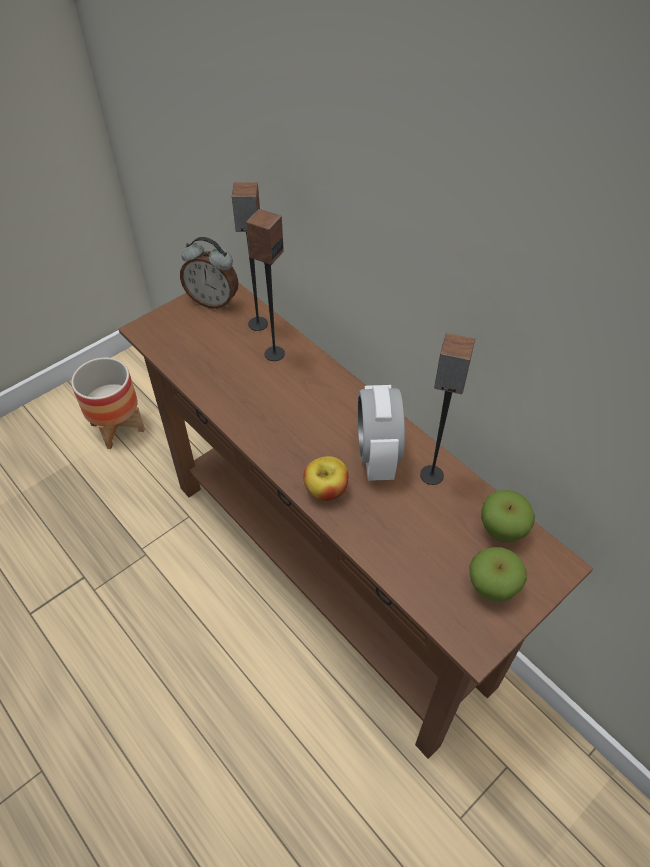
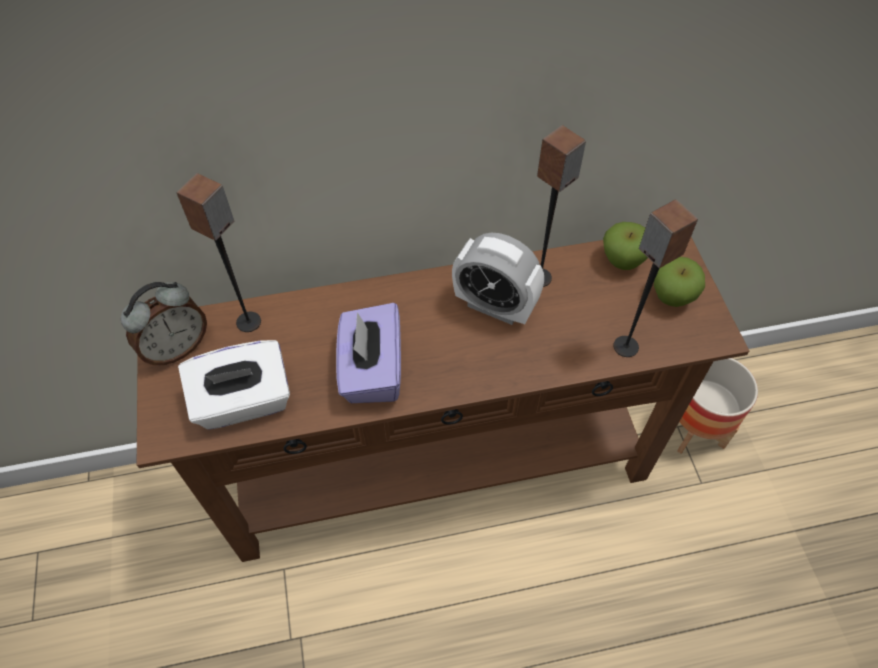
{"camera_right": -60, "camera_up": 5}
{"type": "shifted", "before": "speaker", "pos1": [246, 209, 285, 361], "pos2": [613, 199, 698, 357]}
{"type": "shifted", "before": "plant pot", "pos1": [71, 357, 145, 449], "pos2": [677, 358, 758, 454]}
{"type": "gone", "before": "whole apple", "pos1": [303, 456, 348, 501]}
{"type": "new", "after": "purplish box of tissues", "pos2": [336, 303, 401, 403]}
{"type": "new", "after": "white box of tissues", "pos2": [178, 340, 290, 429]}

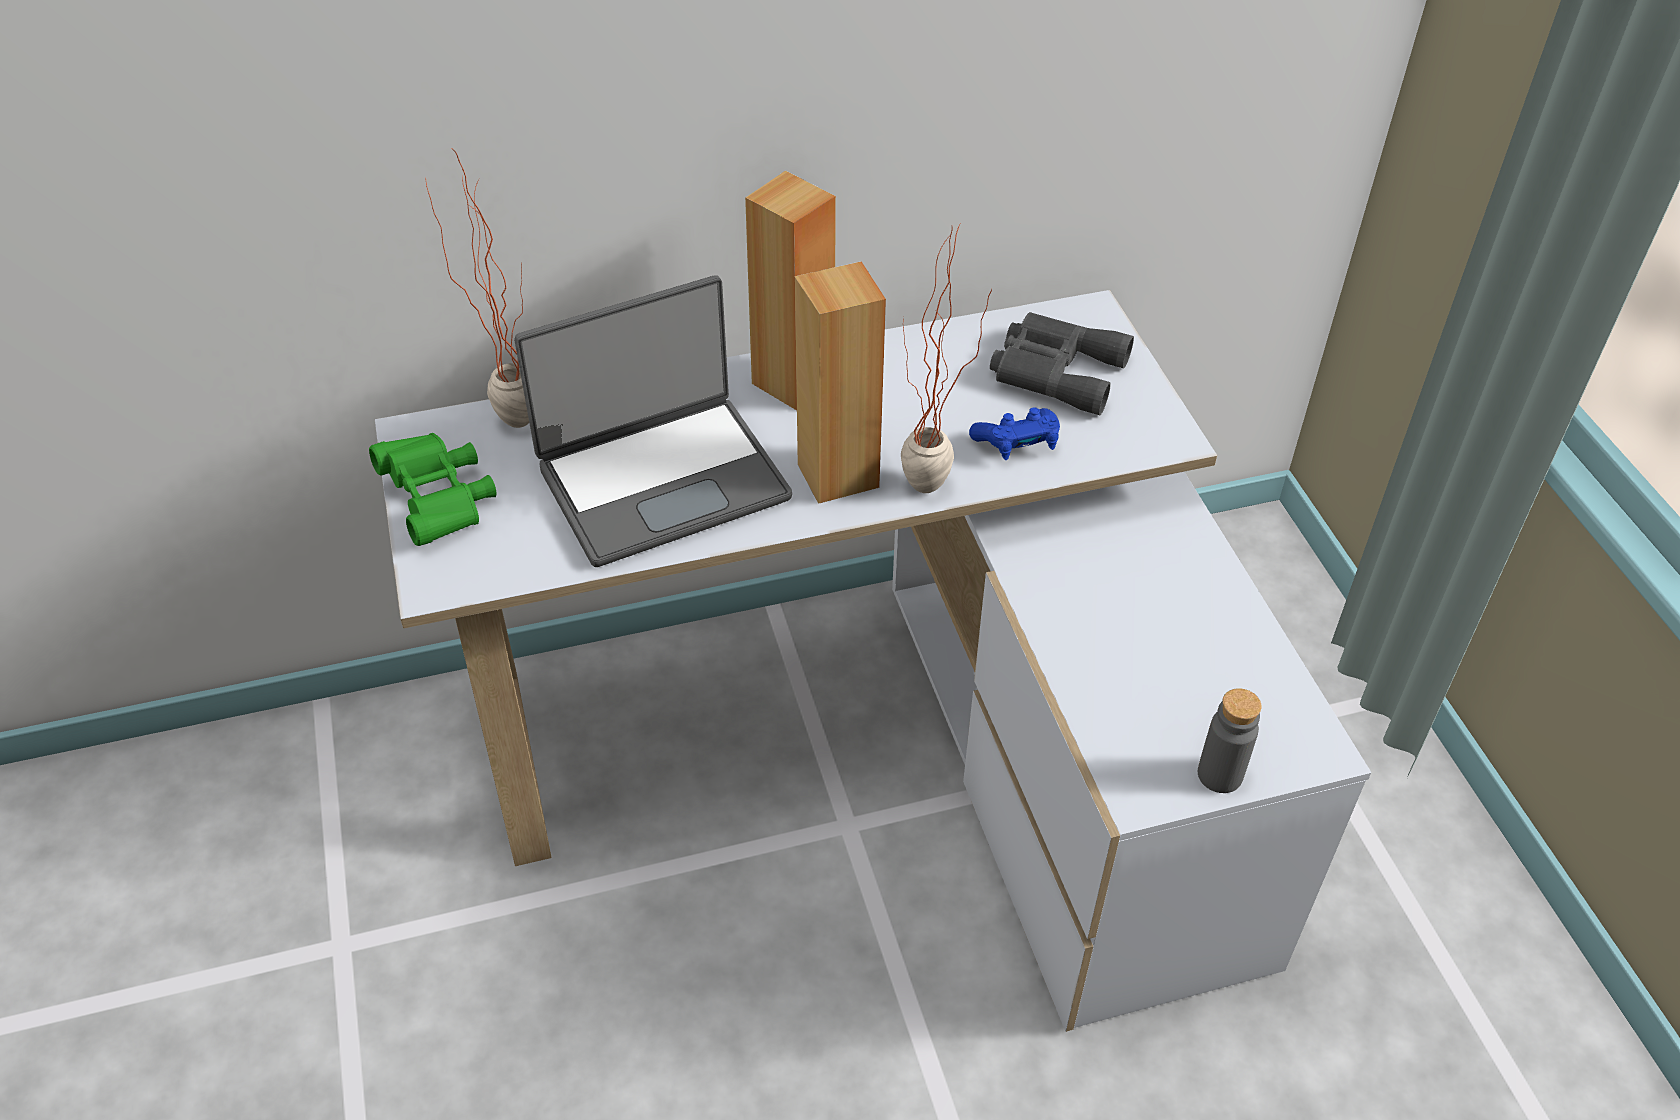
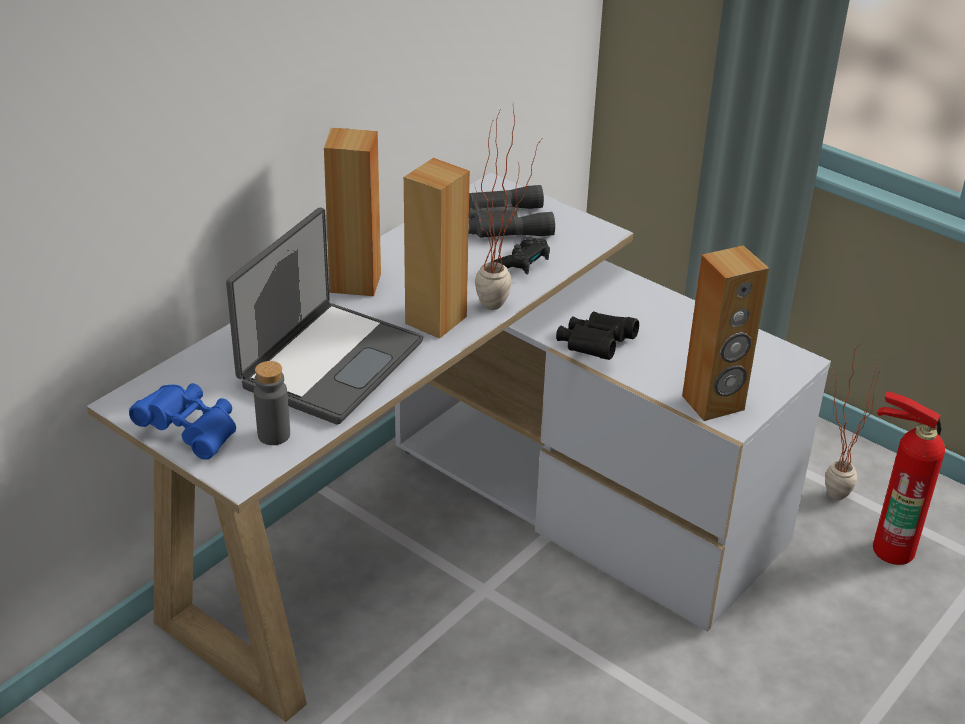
{"camera_right": -35, "camera_up": -10}
{"type": "shifted", "before": "potted plant", "pos1": [426, 149, 529, 428], "pos2": [825, 343, 880, 500]}
{"type": "repainted", "before": "blue-coloured game controller", "after": "blackish game controller", "pos1": [969, 407, 1060, 460], "pos2": [494, 236, 550, 274]}
{"type": "repainted", "before": "green field glasses", "after": "blue-coloured field glasses", "pos1": [369, 433, 497, 546], "pos2": [129, 383, 236, 460]}
{"type": "shifted", "before": "greyish bottle", "pos1": [1198, 688, 1262, 793], "pos2": [254, 361, 290, 445]}
{"type": "new", "after": "brownish speaker", "pos2": [682, 245, 769, 421]}
{"type": "new", "after": "blackish field glasses", "pos2": [556, 311, 639, 360]}
{"type": "new", "after": "fire-fighting cylinder", "pos2": [873, 391, 945, 565]}

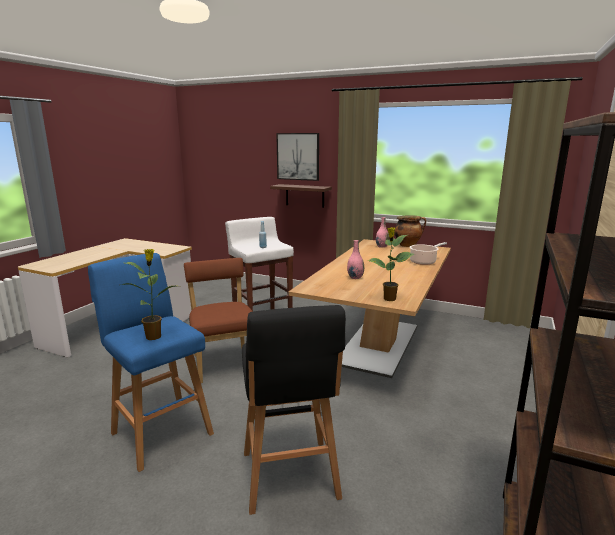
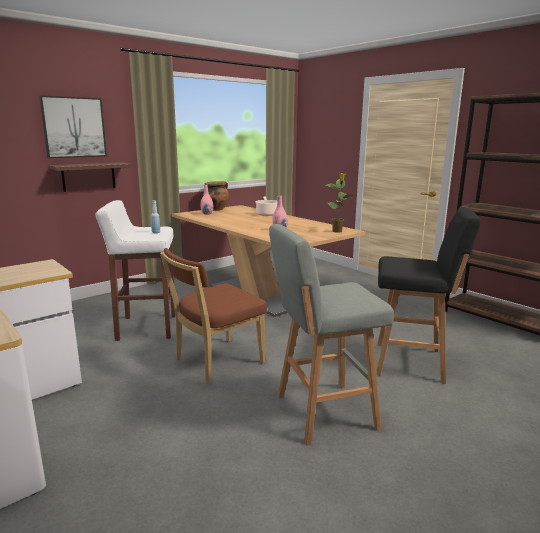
{"camera_right": -65, "camera_up": 0}
{"type": "gone", "before": "potted plant", "pos1": [122, 249, 178, 340]}
{"type": "repainted", "before": "blue-coloured stool seat", "after": "greyish stool seat", "pos1": [88, 253, 214, 472], "pos2": [269, 224, 394, 445]}
{"type": "rotated", "before": "brownish chair", "pos1": [184, 258, 253, 383], "pos2": [160, 248, 267, 383], "turn": -45}

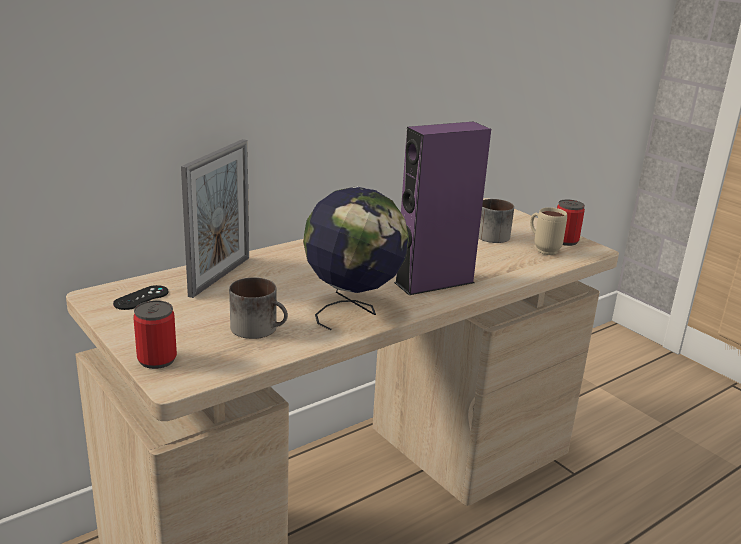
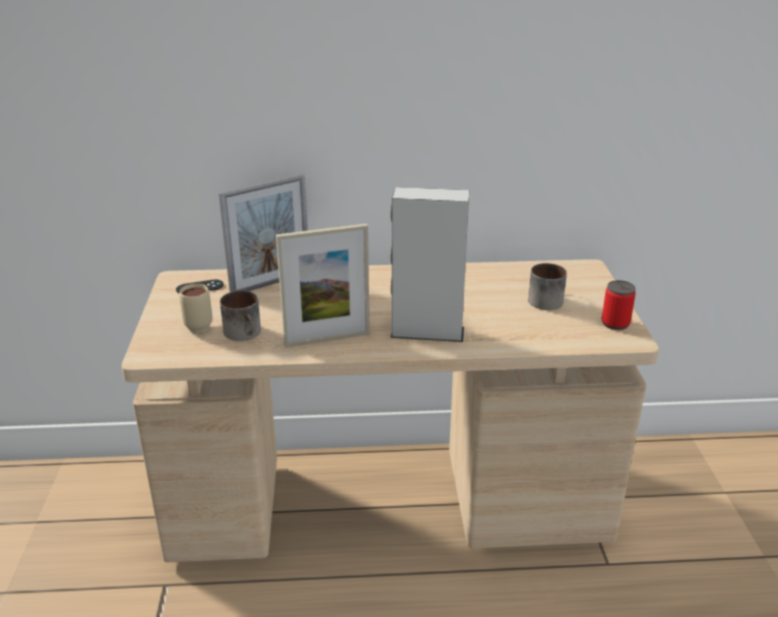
{"camera_right": 35, "camera_up": 5}
{"type": "repainted", "before": "purplish speaker", "after": "greyish speaker", "pos1": [394, 121, 491, 295], "pos2": [390, 187, 469, 342]}
{"type": "swapped", "before": "world globe", "after": "standing frame", "pos1": [303, 186, 409, 330], "pos2": [276, 224, 370, 348]}
{"type": "shifted", "before": "sand-coloured mug", "pos1": [530, 207, 567, 255], "pos2": [179, 284, 213, 333]}
{"type": "gone", "before": "sealed can", "pos1": [133, 300, 177, 369]}

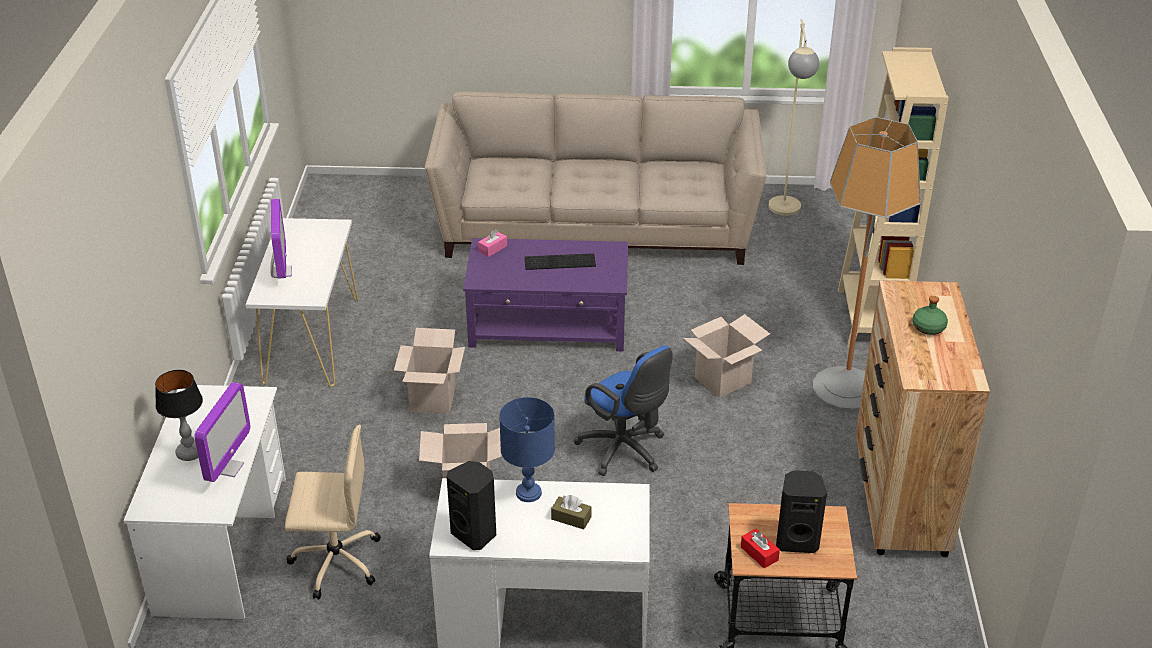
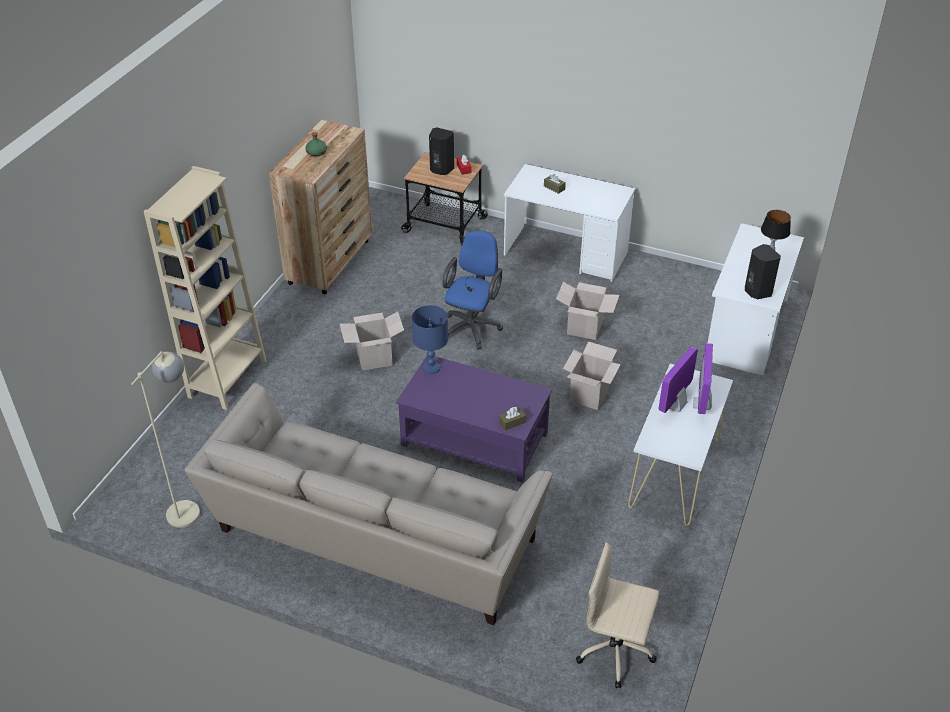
{"camera_right": -160, "camera_up": 5}
{"type": "gone", "before": "floor lamp", "pos1": [812, 117, 921, 412]}
{"type": "repainted", "before": "pink-coloured box of tissues", "after": "brownish box of tissues", "pos1": [478, 229, 507, 257], "pos2": [499, 407, 526, 431]}
{"type": "gone", "before": "computer keyboard", "pos1": [524, 253, 596, 270]}
{"type": "rotated", "before": "blue-coloured office chair", "pos1": [574, 346, 672, 476], "pos2": [442, 231, 503, 350], "turn": 45}
{"type": "shifted", "before": "computer display", "pos1": [195, 382, 250, 482], "pos2": [658, 346, 698, 413]}
{"type": "shifted", "before": "blue-coloured lamp for a table", "pos1": [499, 397, 555, 502], "pos2": [412, 305, 448, 374]}
{"type": "shifted", "before": "sand-coloured office chair", "pos1": [285, 425, 381, 600], "pos2": [576, 542, 659, 688]}
{"type": "shifted", "before": "blackish speaker", "pos1": [447, 461, 496, 550], "pos2": [745, 244, 781, 299]}

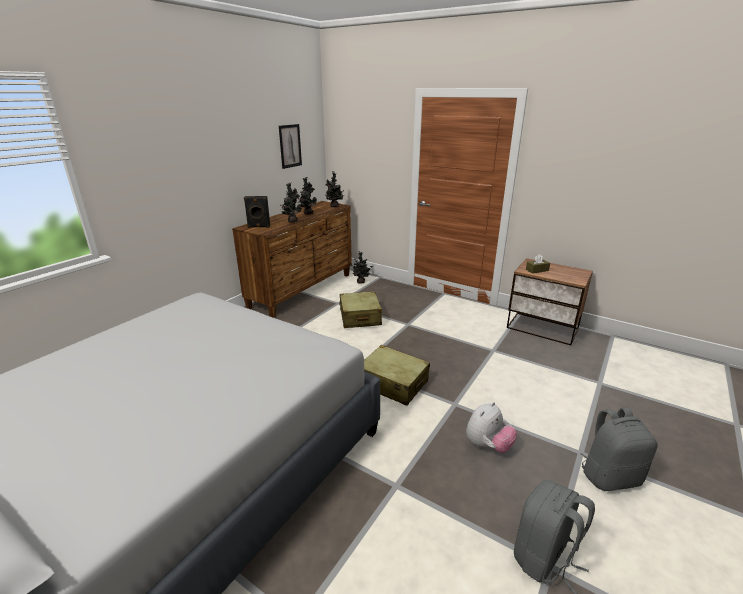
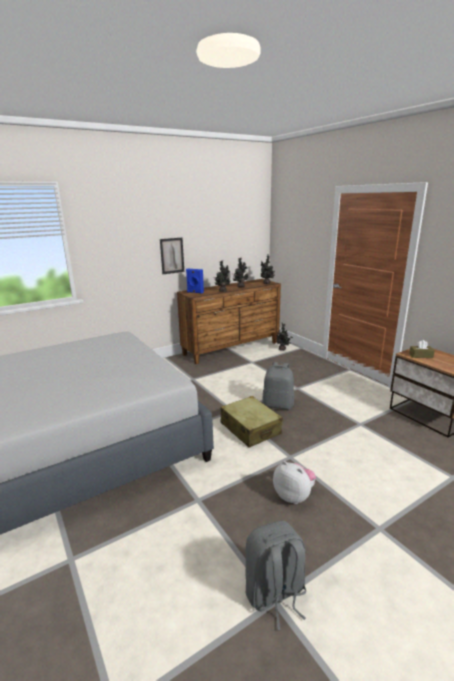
{"camera_right": 25, "camera_up": -5}
{"type": "shifted", "before": "wall art", "pos1": [279, 124, 302, 169], "pos2": [160, 238, 184, 274]}
{"type": "repainted", "before": "blackish speaker", "after": "blue-coloured speaker", "pos1": [244, 196, 270, 228], "pos2": [186, 269, 204, 294]}
{"type": "gone", "before": "sand-coloured travel case", "pos1": [339, 291, 382, 328]}
{"type": "rotated", "before": "soft toy", "pos1": [466, 402, 517, 453], "pos2": [273, 461, 316, 504], "turn": -120}
{"type": "shifted", "before": "greyish backpack", "pos1": [581, 407, 658, 491], "pos2": [262, 362, 294, 410]}

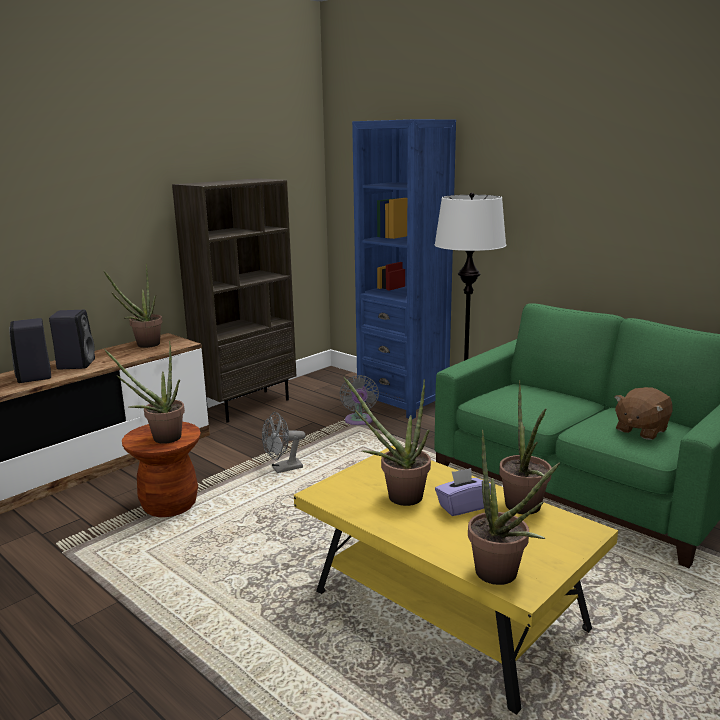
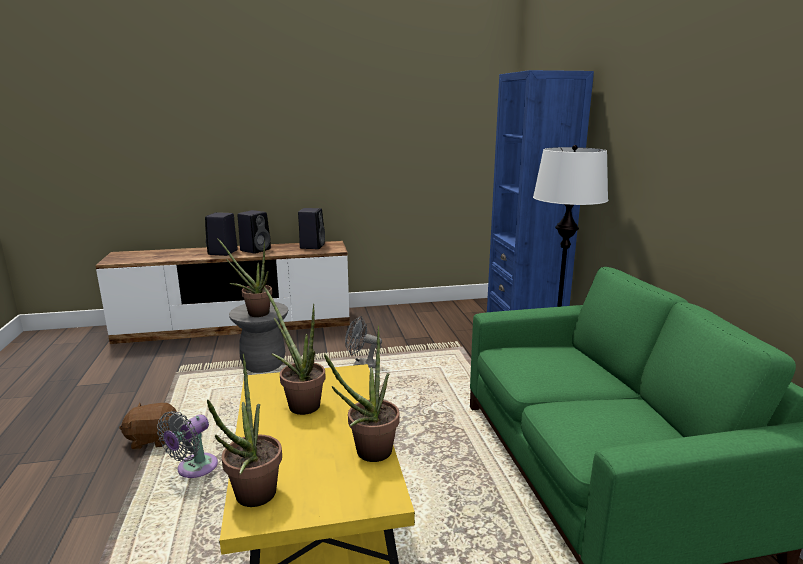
{"camera_right": 35, "camera_up": 0}
{"type": "gone", "before": "brownish shelving unit", "pos1": [172, 178, 296, 423]}
{"type": "swapped", "before": "potted plant", "after": "blackish speaker", "pos1": [103, 264, 163, 348], "pos2": [298, 208, 325, 249]}
{"type": "shifted", "before": "greyish fan", "pos1": [340, 375, 379, 425], "pos2": [157, 411, 218, 478]}
{"type": "shifted", "before": "brownish soft toy", "pos1": [615, 387, 672, 440], "pos2": [119, 403, 177, 450]}
{"type": "repainted", "before": "brownish stool seat", "after": "greyish stool seat", "pos1": [122, 422, 201, 517], "pos2": [229, 302, 288, 373]}
{"type": "gone", "before": "purplish box of tissues", "pos1": [435, 468, 491, 516]}

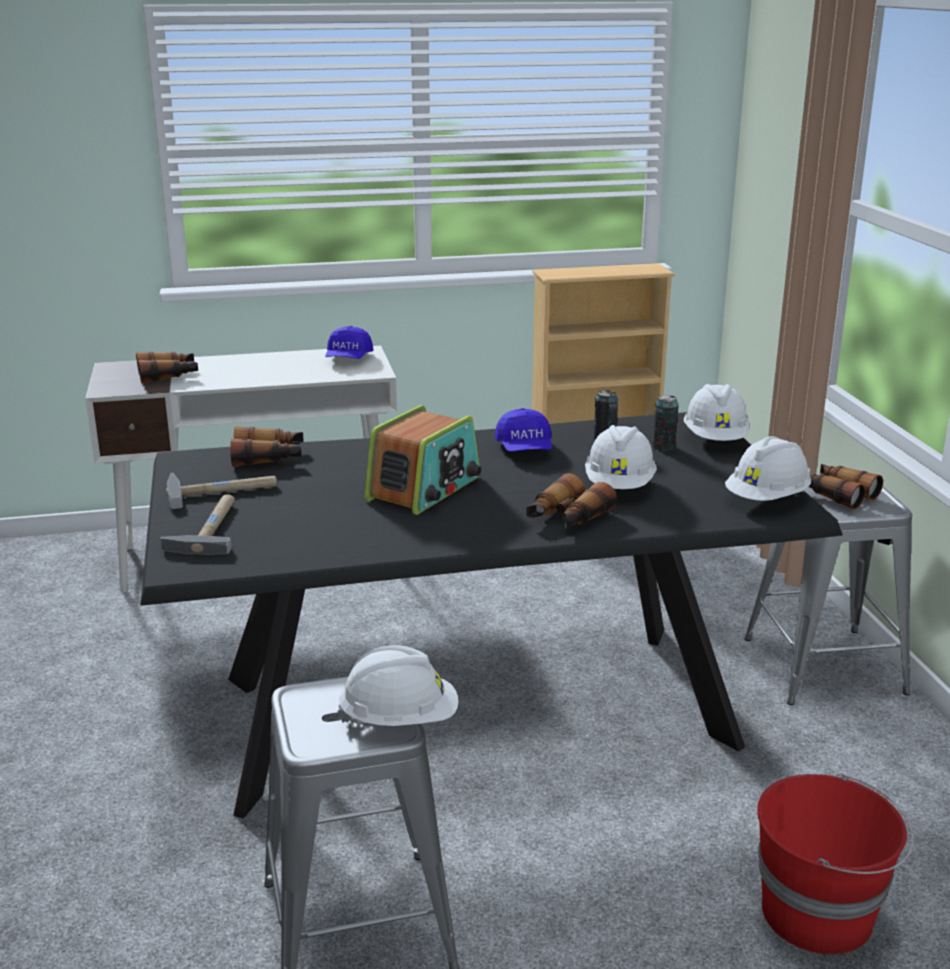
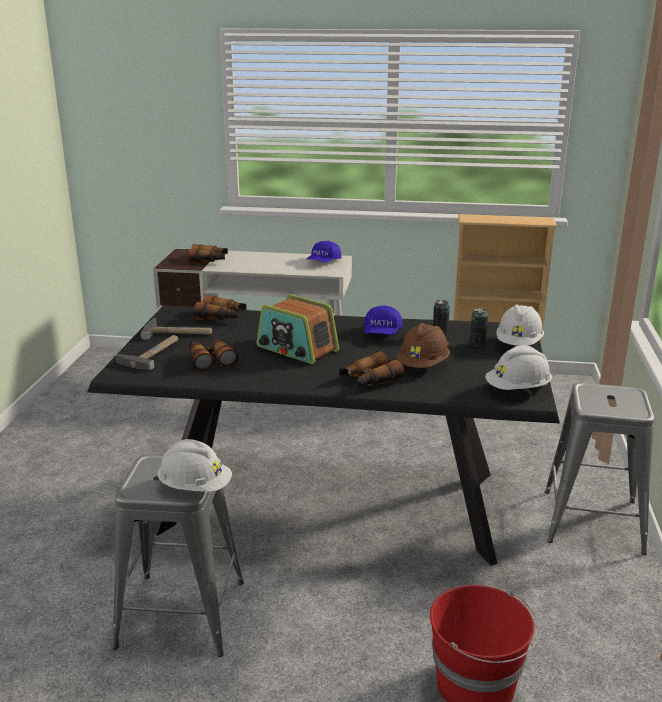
{"camera_right": 20, "camera_up": 0}
{"type": "rotated", "before": "radio set", "pos1": [364, 405, 481, 515], "pos2": [256, 294, 339, 364], "turn": 75}
{"type": "repainted", "before": "white work helmet", "after": "brownish work helmet", "pos1": [585, 425, 657, 489], "pos2": [396, 323, 450, 368]}
{"type": "shifted", "before": "field glasses", "pos1": [809, 464, 883, 510], "pos2": [188, 337, 239, 372]}

